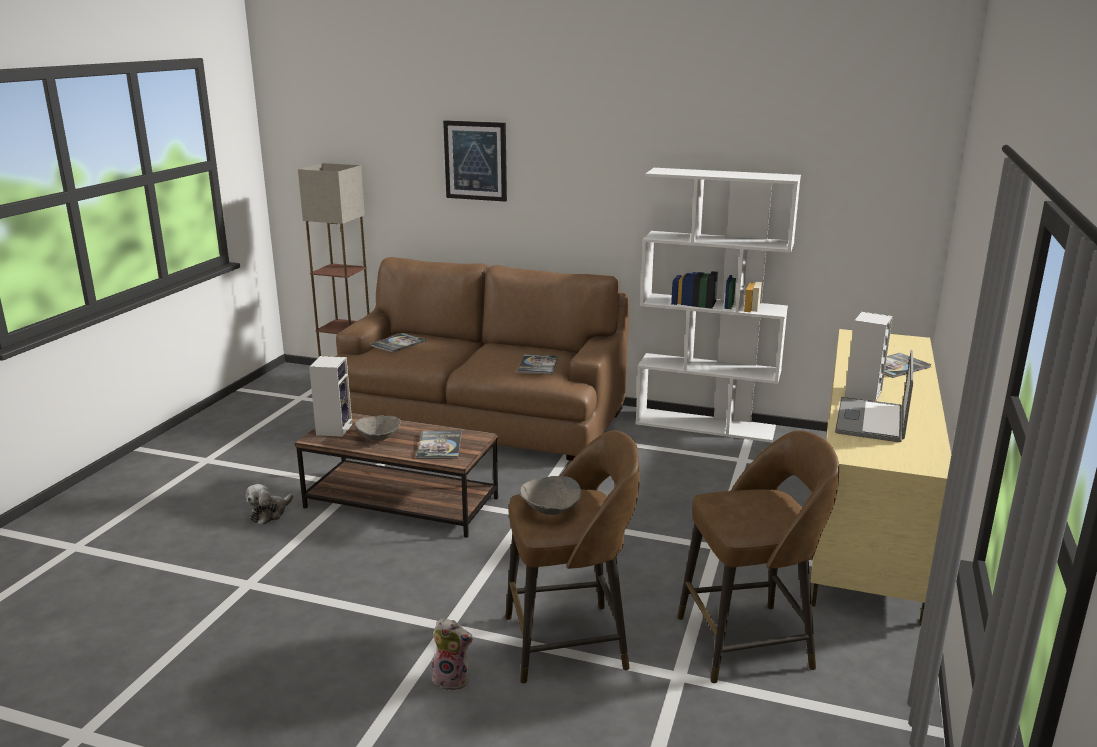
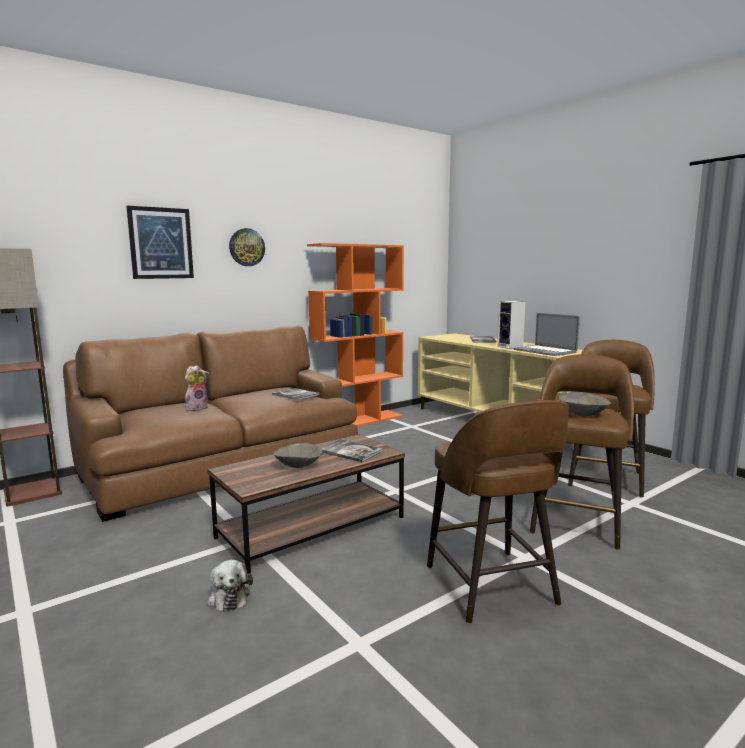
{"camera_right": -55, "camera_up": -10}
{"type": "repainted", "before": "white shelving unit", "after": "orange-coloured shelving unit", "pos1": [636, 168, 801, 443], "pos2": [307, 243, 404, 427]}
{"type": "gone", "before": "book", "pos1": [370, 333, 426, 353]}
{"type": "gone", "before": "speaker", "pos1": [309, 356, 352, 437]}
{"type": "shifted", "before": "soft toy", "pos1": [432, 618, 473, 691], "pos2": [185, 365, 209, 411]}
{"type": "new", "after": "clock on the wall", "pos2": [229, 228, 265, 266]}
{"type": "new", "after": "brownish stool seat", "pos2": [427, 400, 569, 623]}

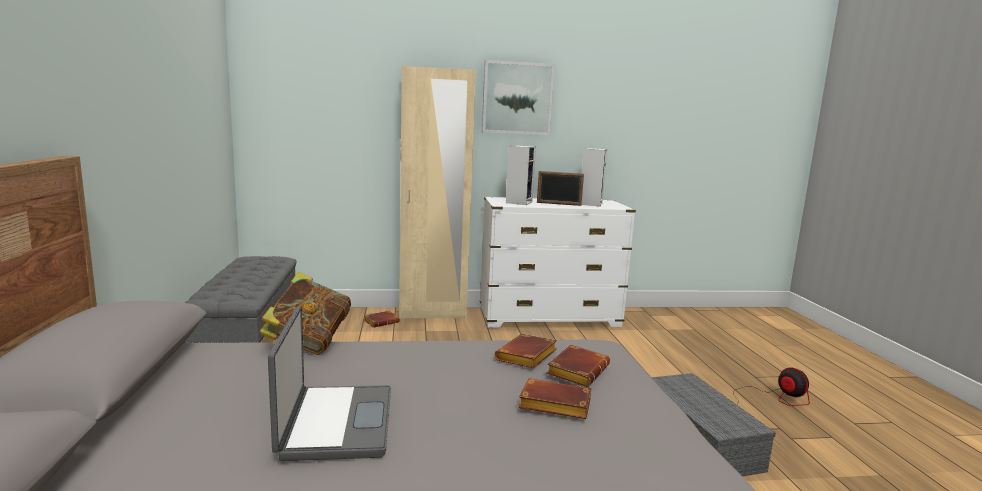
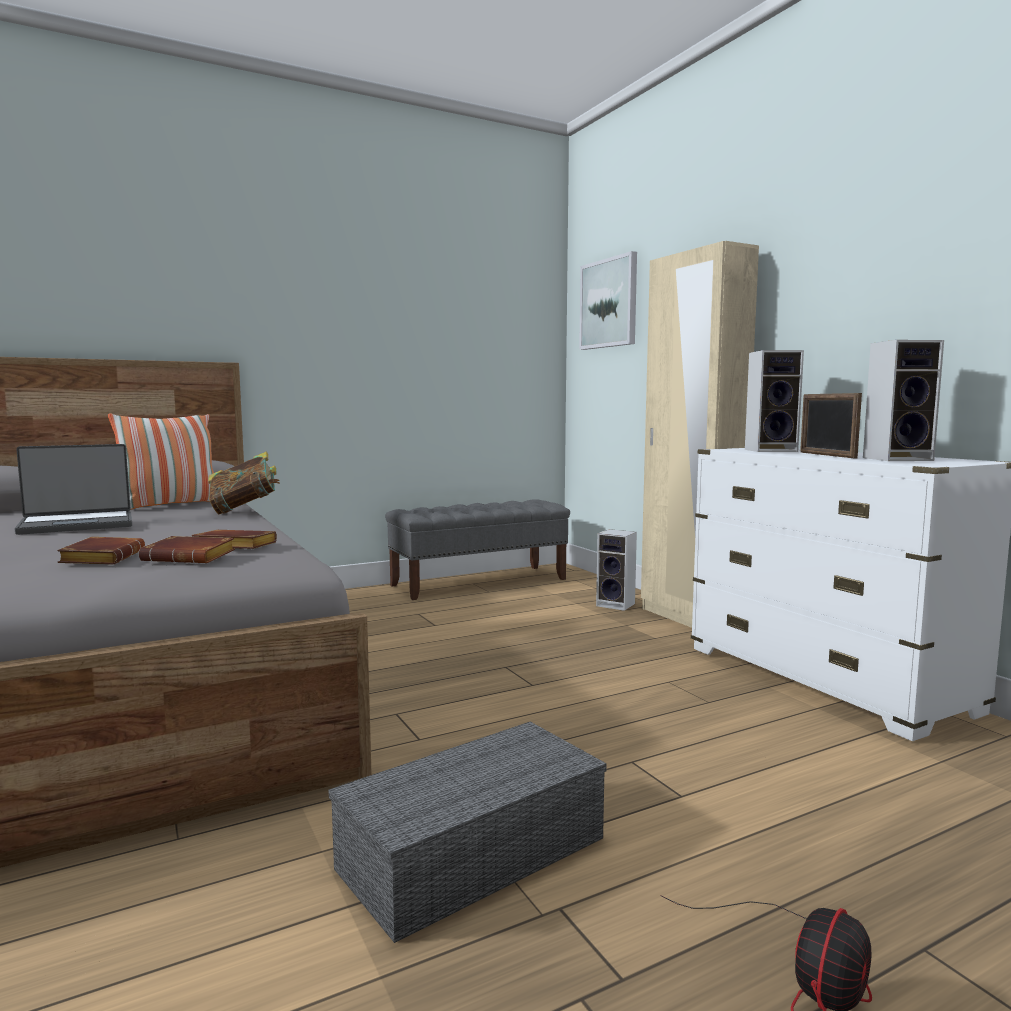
{"camera_right": 70, "camera_up": -5}
{"type": "shifted", "before": "wall art", "pos1": [482, 60, 555, 135], "pos2": [579, 251, 637, 350]}
{"type": "swapped", "before": "brownish book", "after": "speaker", "pos1": [364, 311, 400, 328], "pos2": [596, 529, 637, 611]}
{"type": "new", "after": "pillow", "pos2": [108, 414, 214, 510]}

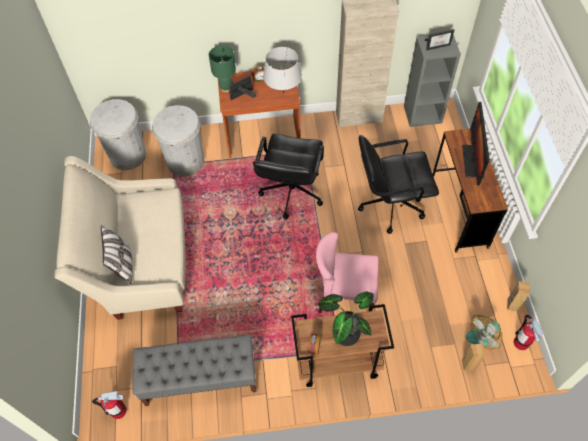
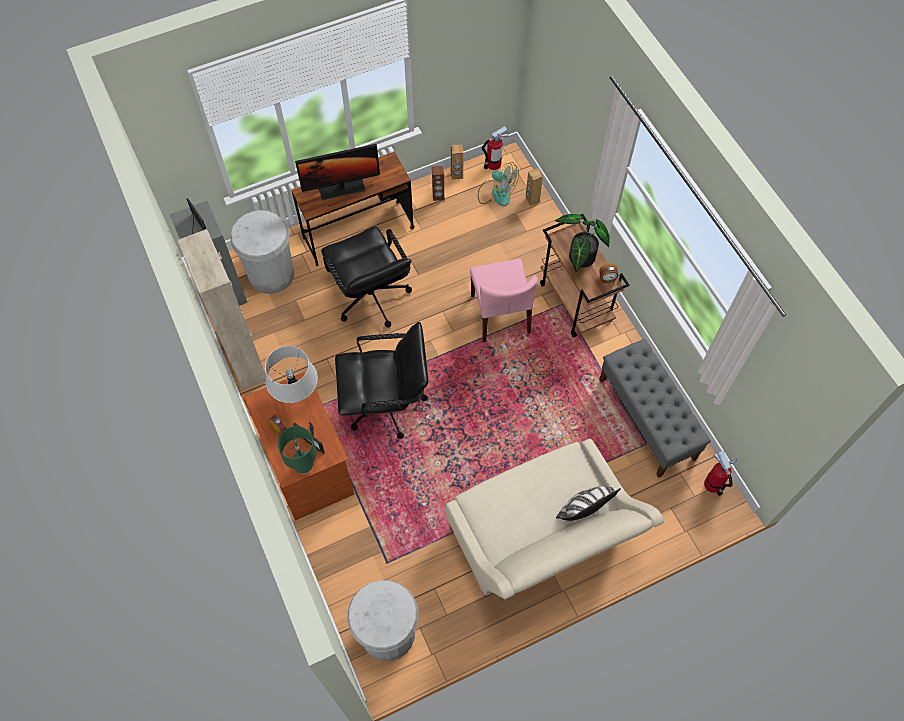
{"camera_right": -110, "camera_up": 5}
{"type": "shifted", "before": "white waste bin", "pos1": [152, 105, 204, 176], "pos2": [230, 210, 294, 294]}
{"type": "new", "after": "brownish speaker", "pos2": [432, 166, 444, 201]}

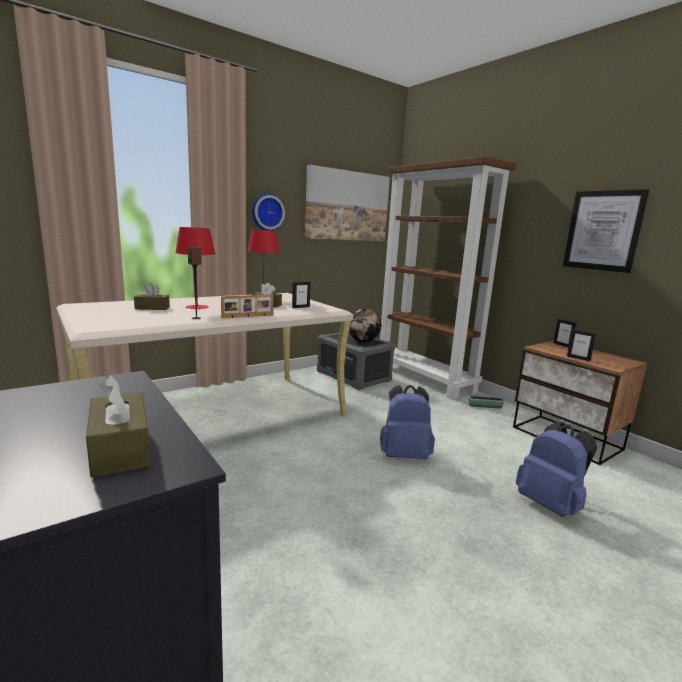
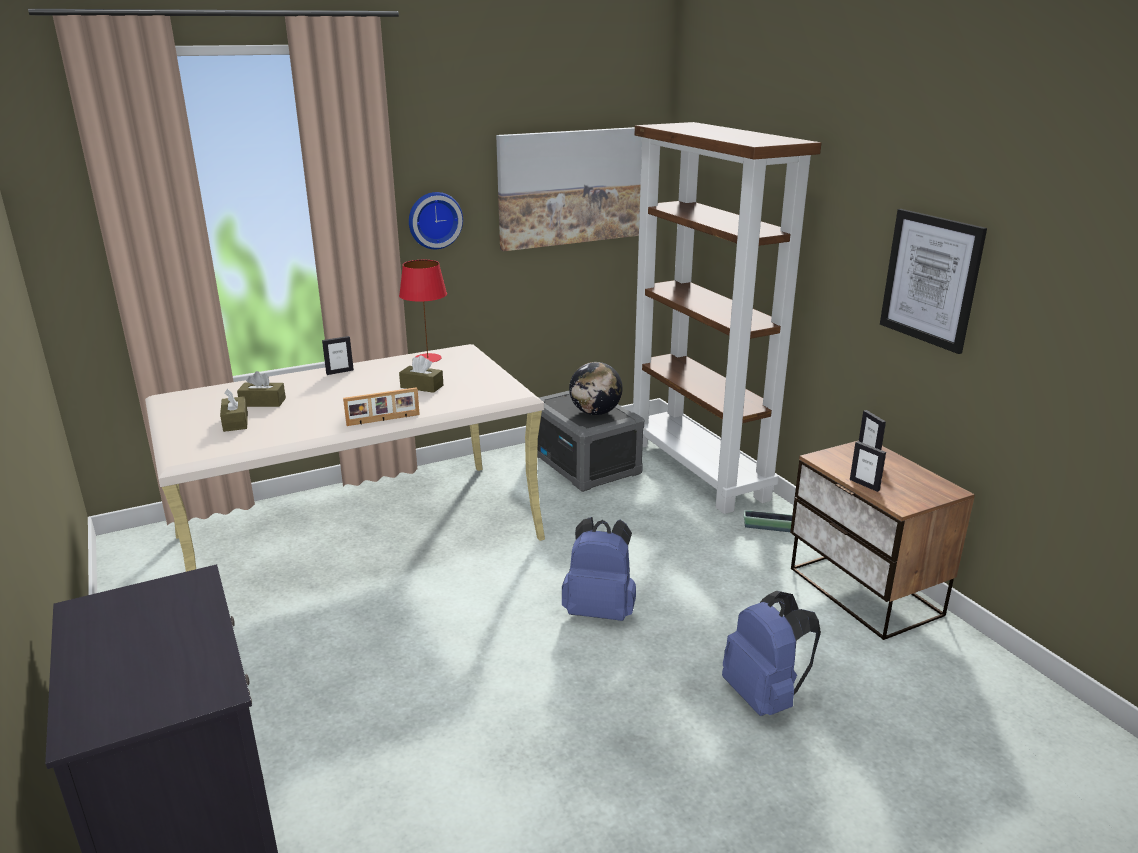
{"camera_right": 10, "camera_up": 10}
{"type": "gone", "before": "reddish lamp for a table", "pos1": [175, 227, 215, 309]}
{"type": "gone", "before": "speaker", "pos1": [188, 247, 202, 319]}
{"type": "shifted", "before": "standing frame", "pos1": [292, 281, 311, 308], "pos2": [322, 336, 354, 375]}
{"type": "shifted", "before": "brownish box of tissues", "pos1": [86, 374, 151, 478], "pos2": [220, 389, 248, 432]}

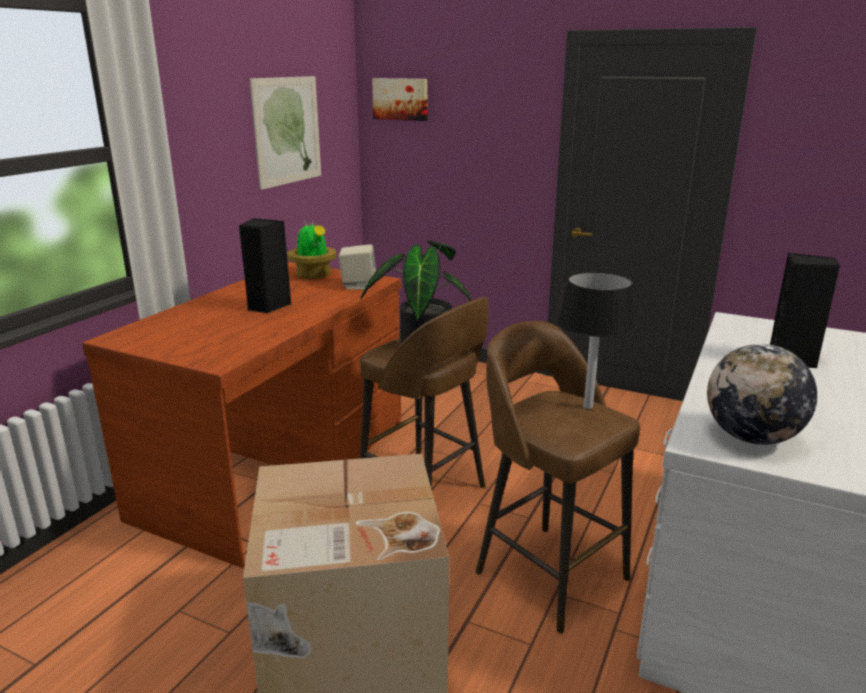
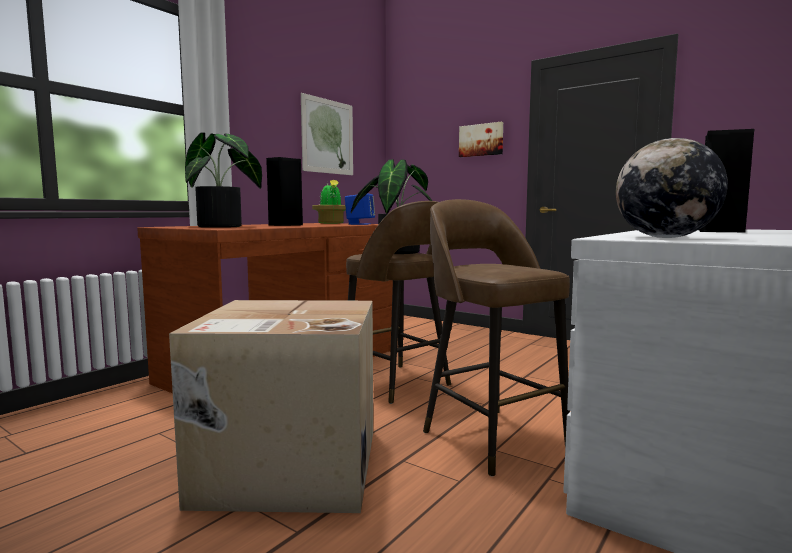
{"camera_right": 10, "camera_up": -15}
{"type": "shifted", "before": "wall art", "pos1": [372, 78, 427, 121], "pos2": [459, 122, 503, 157]}
{"type": "repainted", "before": "sand-coloured speaker", "after": "blue-coloured speaker", "pos1": [339, 244, 376, 290], "pos2": [345, 193, 375, 225]}
{"type": "gone", "before": "blackish lamp for a table", "pos1": [557, 272, 636, 409]}
{"type": "new", "after": "potted plant", "pos2": [185, 133, 262, 228]}

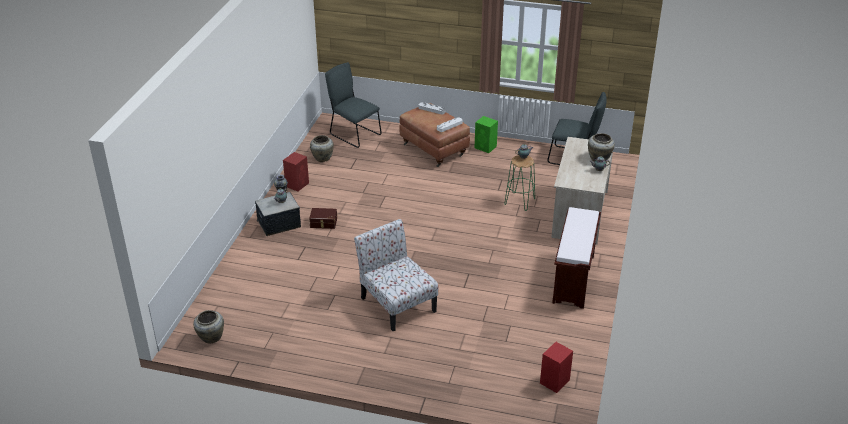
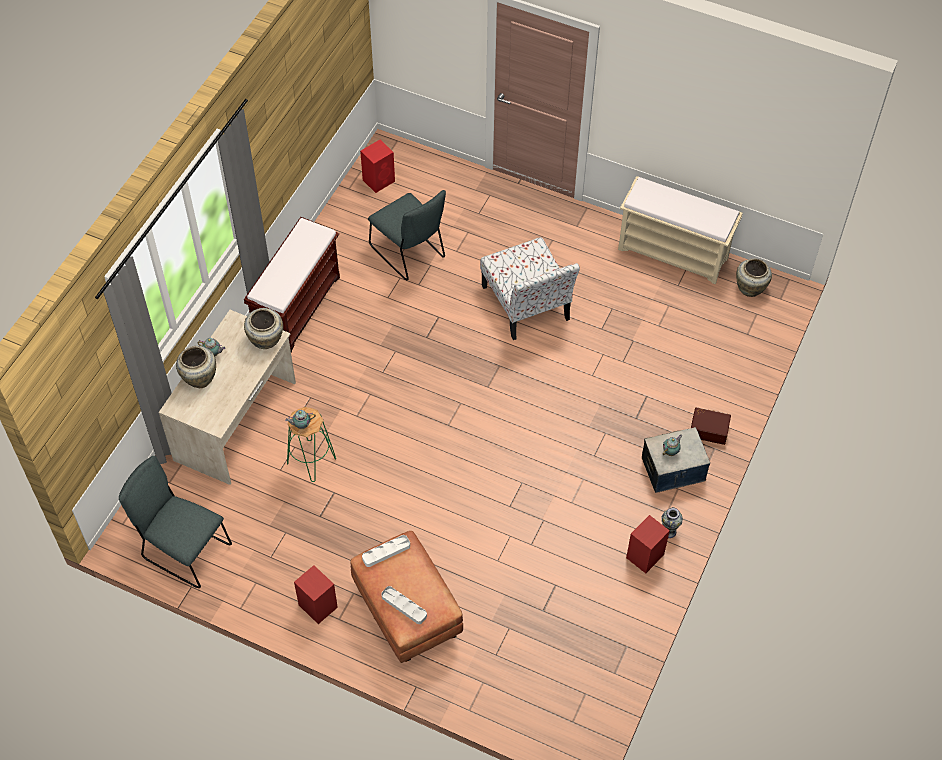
{"camera_right": -170, "camera_up": 20}
{"type": "shifted", "before": "greyish chair", "pos1": [325, 62, 382, 148], "pos2": [368, 190, 446, 280]}
{"type": "repainted", "before": "green speaker", "after": "reddish speaker", "pos1": [475, 116, 498, 153], "pos2": [294, 565, 338, 624]}
{"type": "shifted", "before": "sand-coloured decorative vase", "pos1": [310, 135, 334, 162], "pos2": [244, 308, 283, 349]}
{"type": "shifted", "before": "brownish storage box", "pos1": [309, 208, 337, 229], "pos2": [691, 407, 731, 445]}
{"type": "new", "after": "sand-coloured indoor bench", "pos2": [618, 176, 742, 284]}

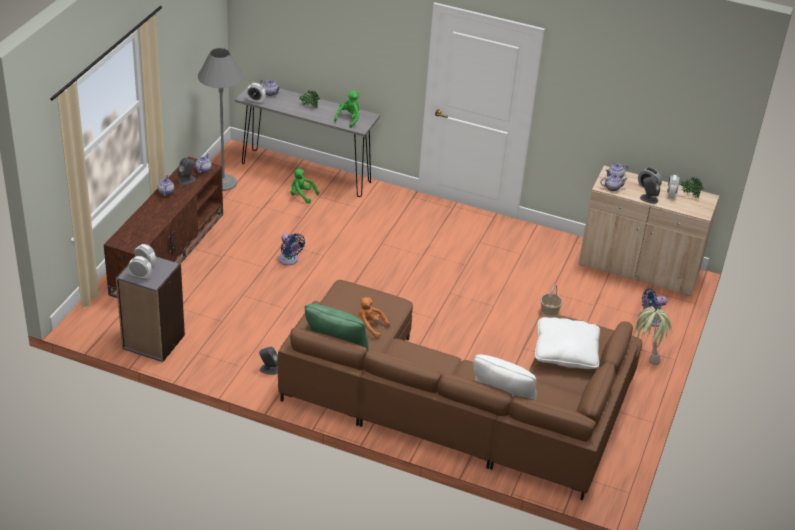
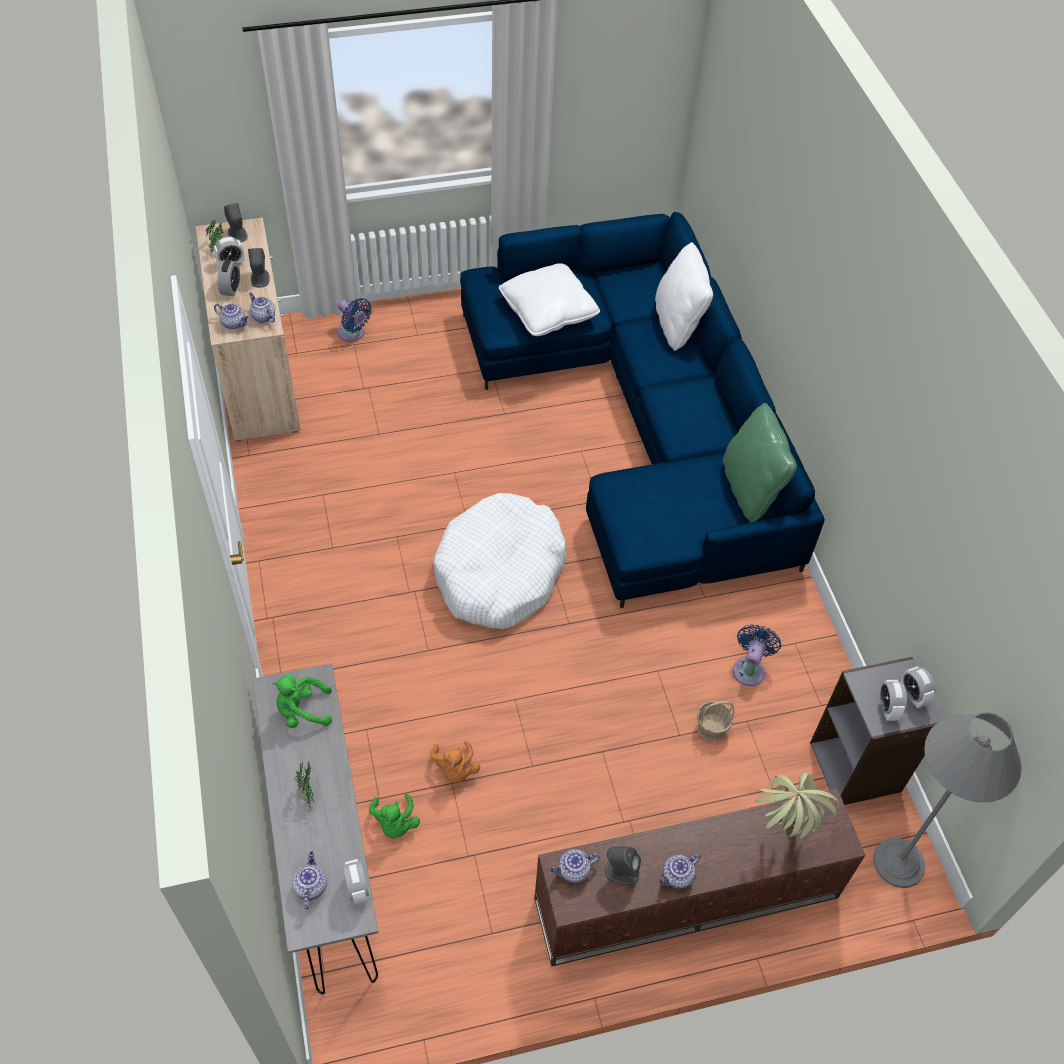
{"camera_right": -125, "camera_up": 15}
{"type": "shifted", "before": "greyish floor lamp", "pos1": [198, 48, 243, 191], "pos2": [873, 713, 1021, 888]}
{"type": "shifted", "before": "blue-coloured fan", "pos1": [278, 233, 305, 265], "pos2": [733, 625, 781, 686]}
{"type": "repainted", "before": "brownish sofa", "after": "blue-coloured sofa", "pos1": [278, 280, 642, 500], "pos2": [460, 212, 825, 608]}
{"type": "shifted", "before": "household basket", "pos1": [540, 285, 563, 318], "pos2": [697, 701, 734, 741]}
{"type": "shifted", "before": "orange-coloured soft toy", "pos1": [357, 297, 390, 339], "pos2": [430, 741, 480, 783]}
{"type": "shifted", "before": "potted plant", "pos1": [634, 306, 672, 365], "pos2": [755, 772, 839, 839]}
{"type": "shifted", "before": "greyish speaker", "pos1": [259, 346, 278, 375], "pos2": [224, 203, 248, 242]}
{"type": "new", "after": "white dog cushion", "pos2": [434, 493, 567, 629]}

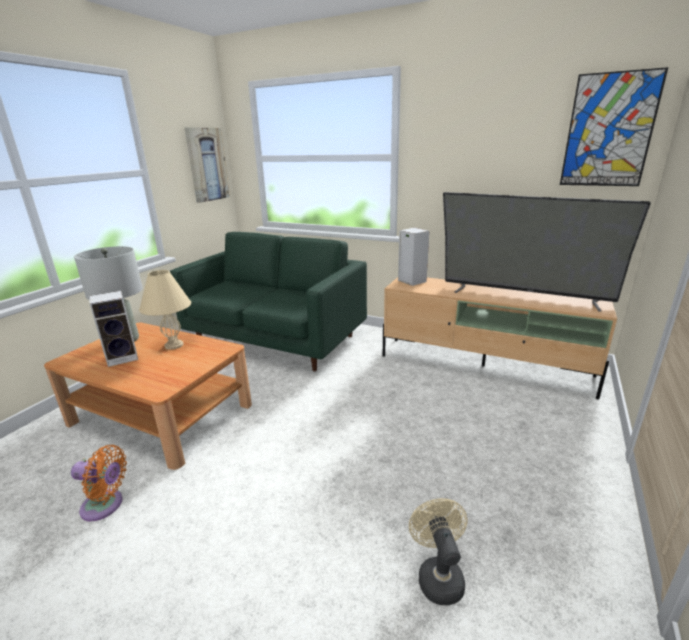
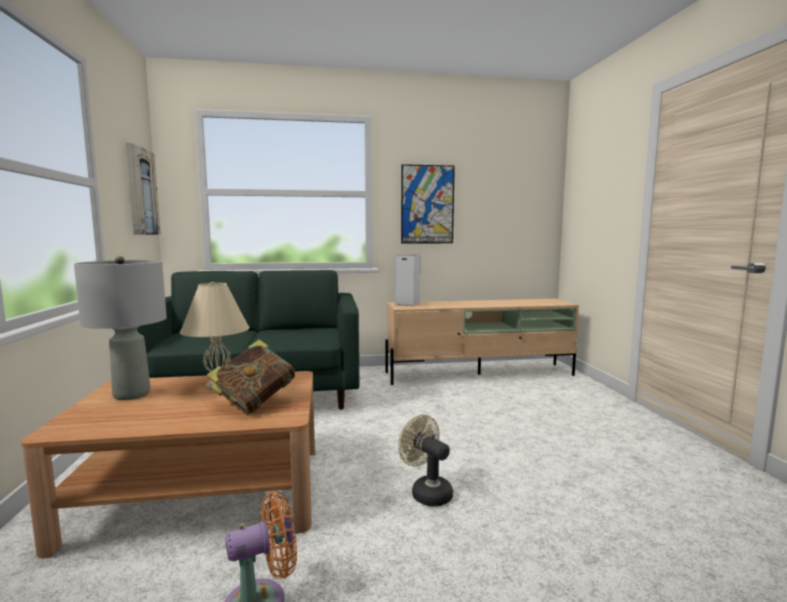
{"camera_right": -35, "camera_up": -15}
{"type": "shifted", "before": "wall art", "pos1": [560, 67, 668, 186], "pos2": [401, 164, 455, 243]}
{"type": "gone", "before": "television", "pos1": [443, 192, 651, 312]}
{"type": "gone", "before": "speaker", "pos1": [90, 291, 138, 367]}
{"type": "shifted", "before": "sand-coloured fan", "pos1": [409, 498, 468, 605], "pos2": [398, 415, 453, 506]}
{"type": "new", "after": "book", "pos2": [207, 339, 295, 415]}

